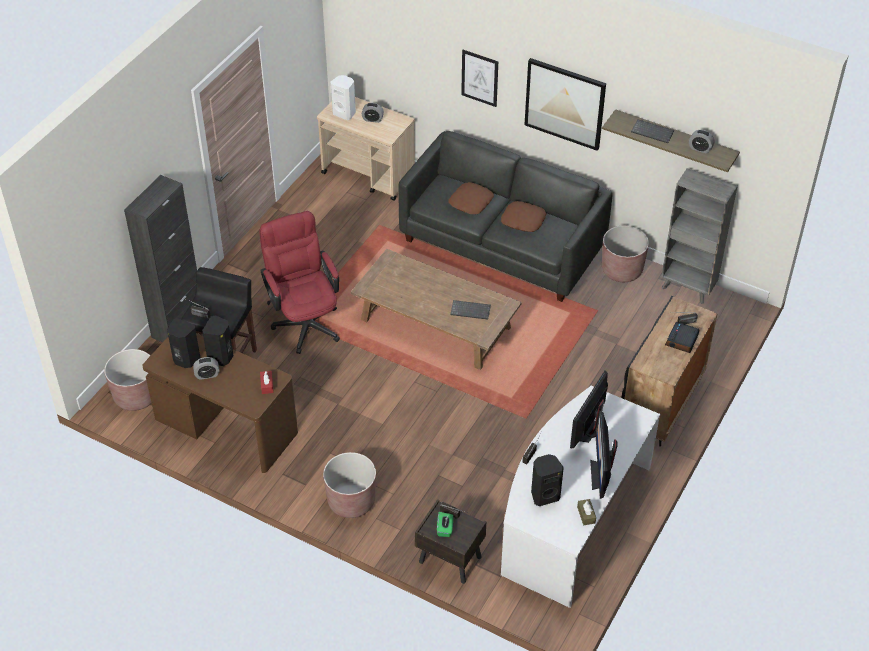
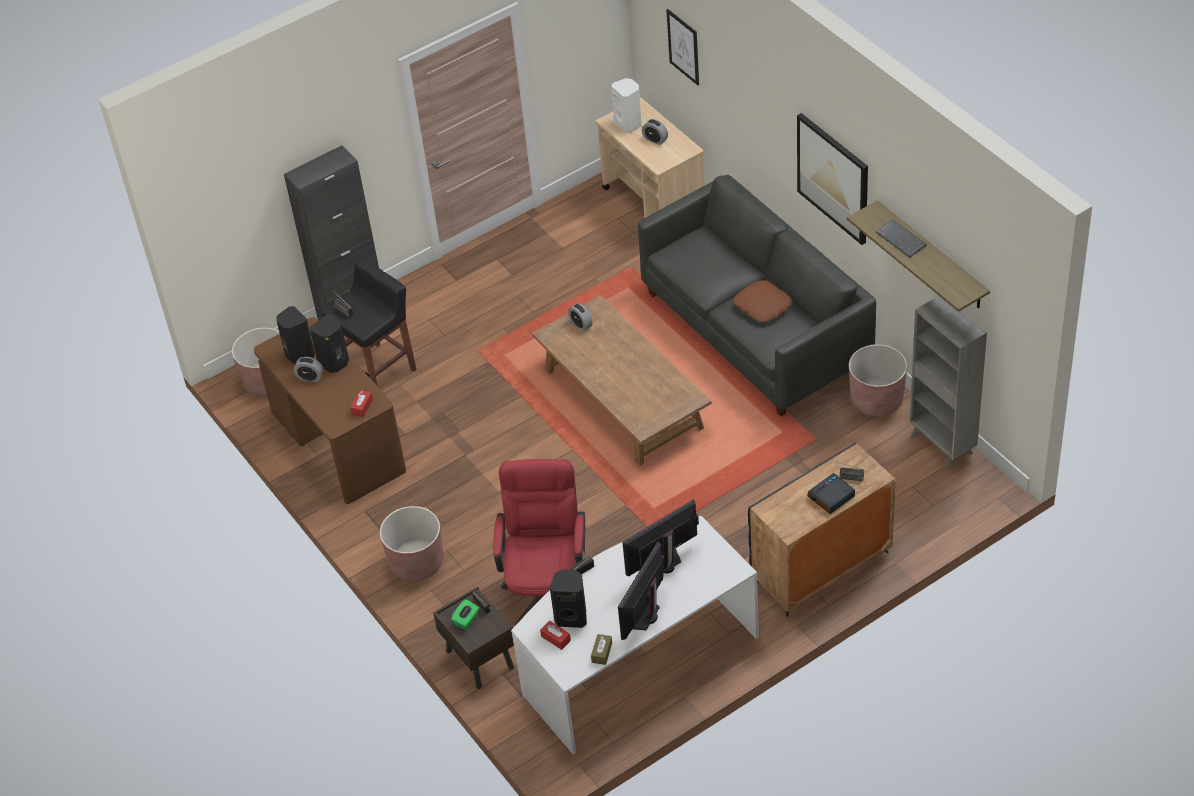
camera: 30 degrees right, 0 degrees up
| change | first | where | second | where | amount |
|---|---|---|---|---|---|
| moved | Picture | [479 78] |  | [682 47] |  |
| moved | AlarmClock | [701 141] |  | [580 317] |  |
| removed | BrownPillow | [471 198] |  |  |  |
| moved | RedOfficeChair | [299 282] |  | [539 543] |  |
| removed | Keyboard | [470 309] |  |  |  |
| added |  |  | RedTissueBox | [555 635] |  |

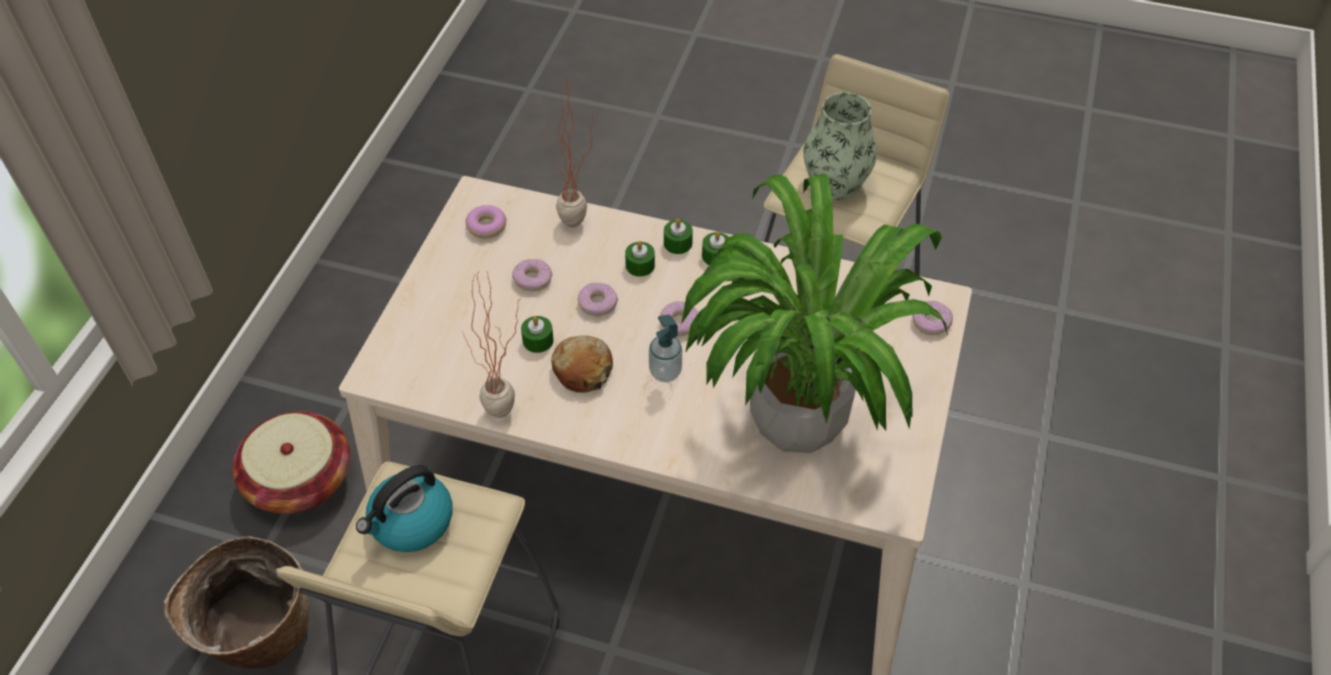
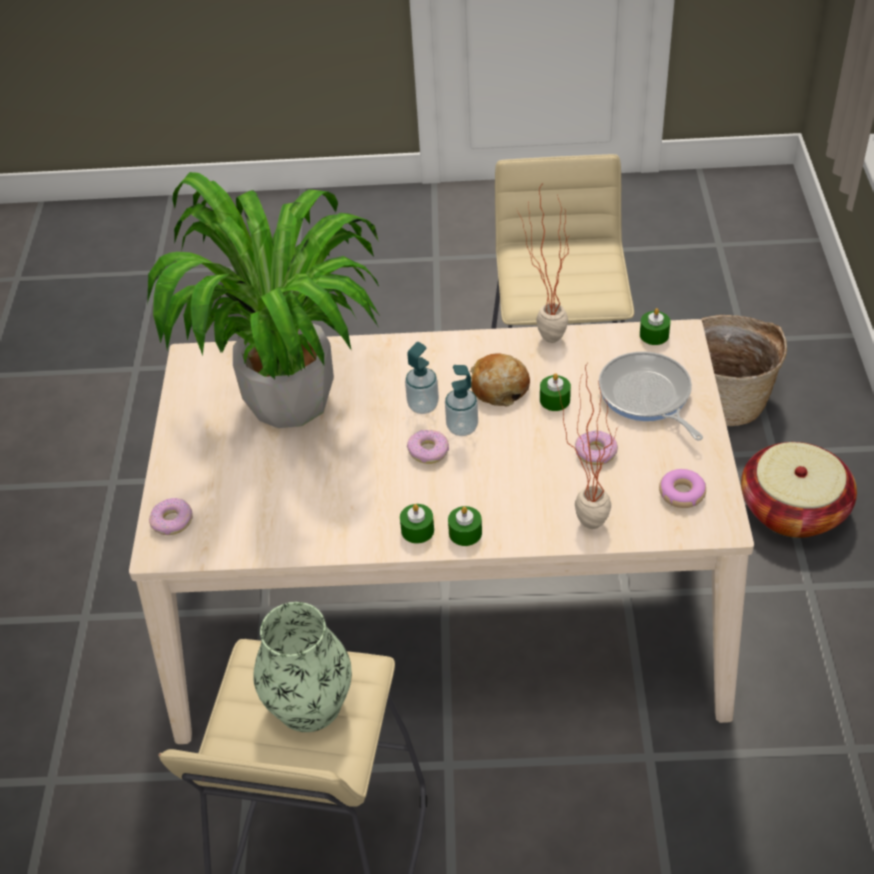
camera: 165 degrees right, 5 degrees down
| change | first | where | second | where | amount |
|---|---|---|---|---|---|
| moved | GreenCandle | [640 259] |  | [655 326] |  |
| removed | Donut | [598 299] |  |  |  |
| removed | Kettle | [404 508] |  |  |  |
| added |  |  | FryingPan | [651 396] |  |
| added |  |  | SoapDispenser | [461 400] |  |

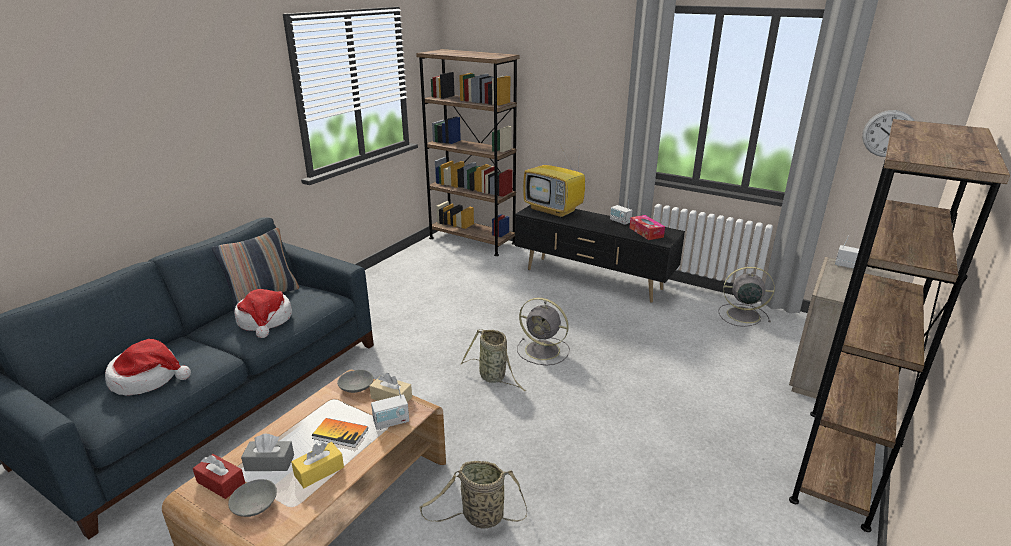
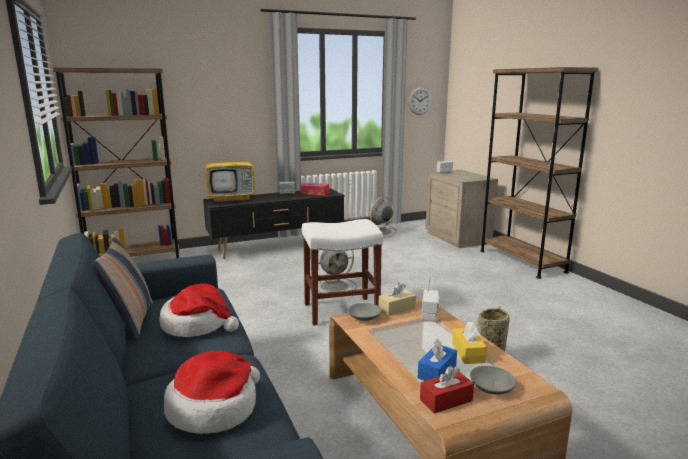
camera: 55 degrees left, 10 degrees down
| change | first | where | second | where | amount |
|---|---|---|---|---|---|
| replaced | Basket | [494 360] | WhiteStool | [342 272] |  |
| removed | Book | [339 433] |  |  |  |
| recoloured | GreyTissueBox | [267 452] | BlueTissueBox | [437 359] |  |

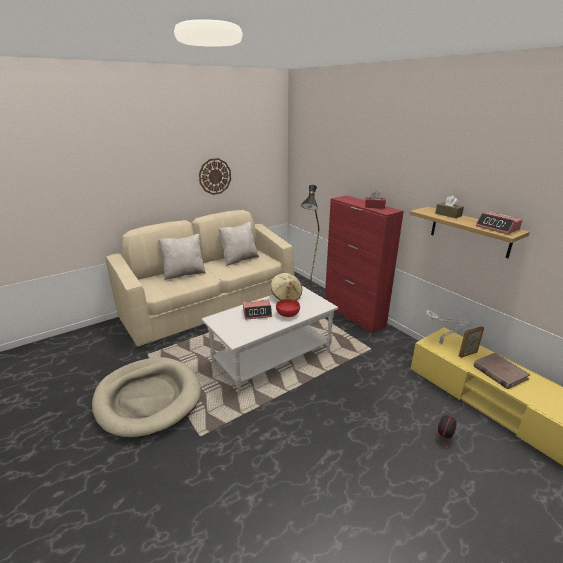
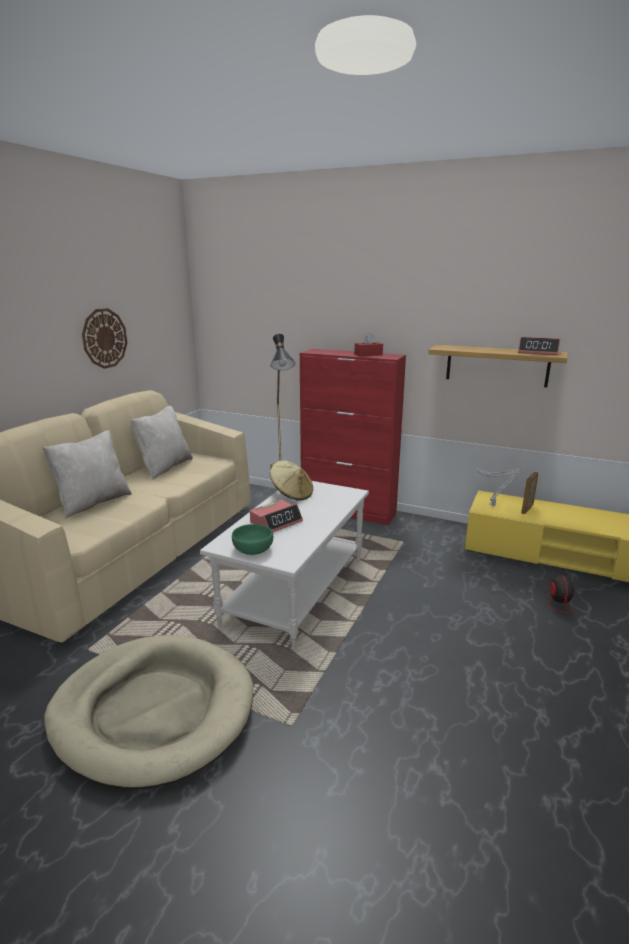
camera: 30 degrees left, 5 degrees down
| change | first | where | second | where | amount |
|---|---|---|---|---|---|
| removed | BrownTissueBox | [449 207] |  |  |  |
| removed | RedBowl | [288 308] |  |  |  |
| removed | BrownBook | [502 371] |  |  |  |
| added |  |  | GreenBowl | [252 539] |  |

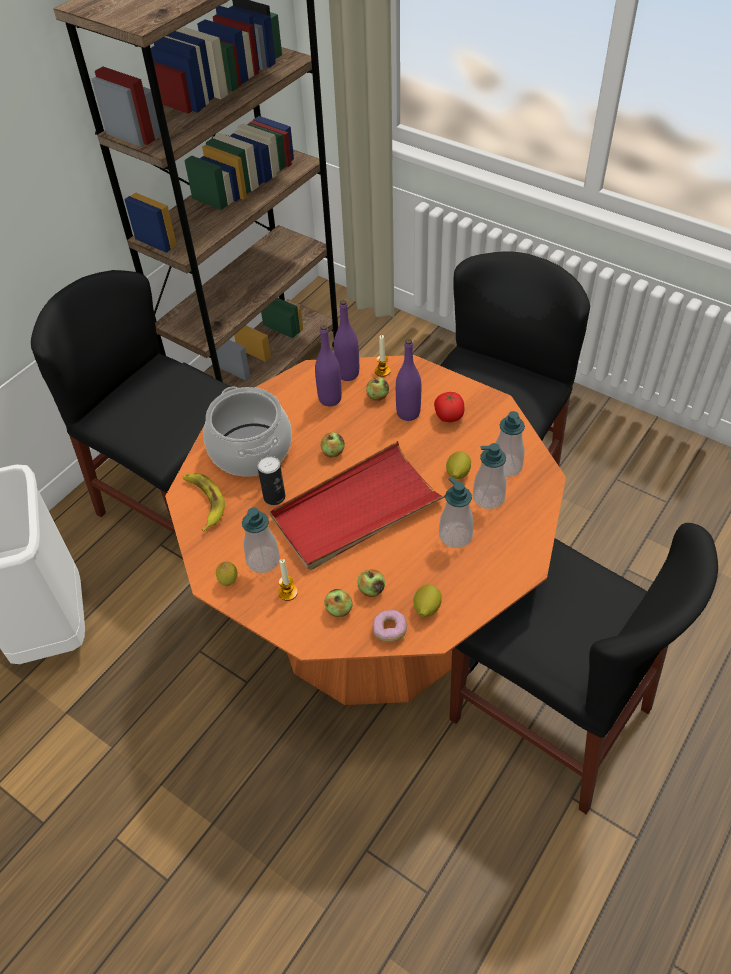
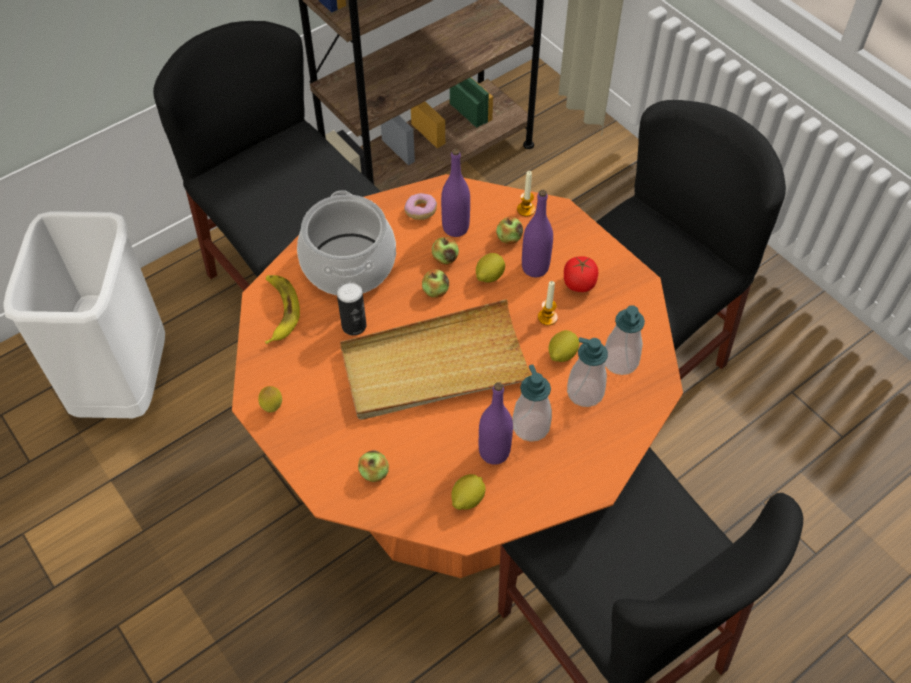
camera: 15 degrees right, 5 degrees up
| change | first | where | second | where | amount |
|---|---|---|---|---|---|
| moved | PurpleBottle | [346 340] |  | [496 423] |  |
| recoloured | RedTray | [357 505] | BeigeTray | [436 359] |  |
| removed | SoapDispenser | [261 540] |  |  |  |
| moved | Candle | [288 580] |  | [548 303] |  |
| moved | Apple | [371 583] |  | [445 251] |  |
| moved | Donut | [389 626] |  | [420 206] |  |
| added |  |  | Lemon | [490 268] |  |

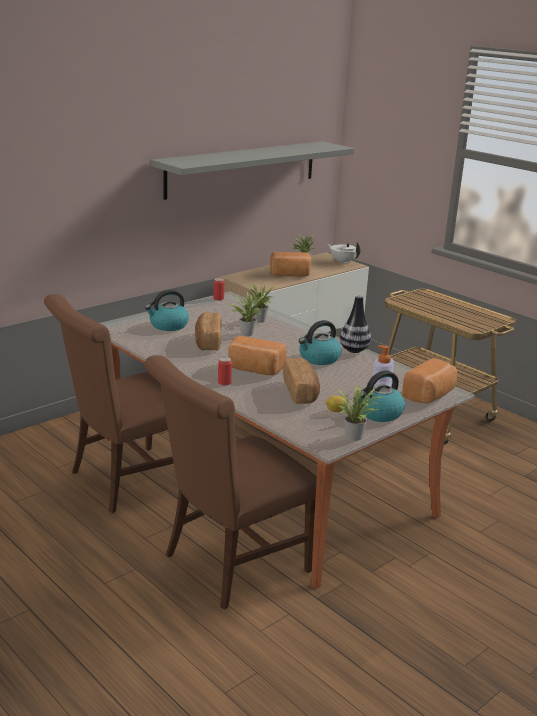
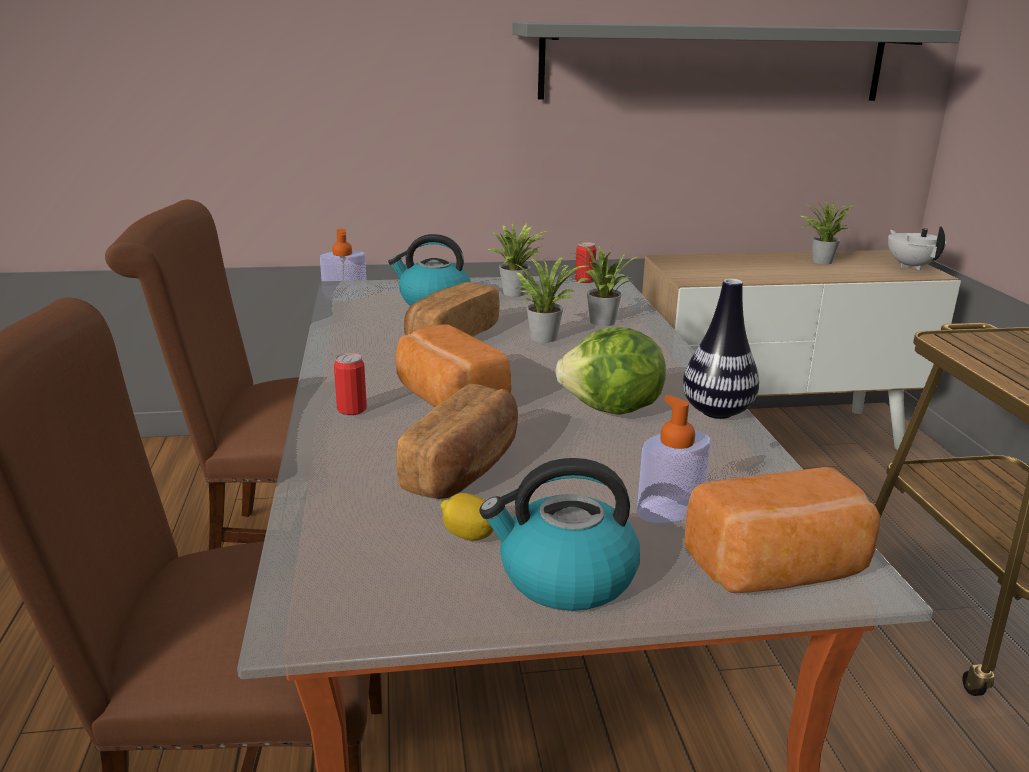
camera: 35 degrees right, 0 degrees up
| change | first | where | second | where | amount |
|---|---|---|---|---|---|
| removed | Bread | [290 264] |  |  |  |
| replaced | Kettle | [320 342] | Lettuce | [610 371] |  |
| moved | PottedPlant | [360 413] |  | [517 258] |  |
| added |  |  | SoapDispenser | [343 265] |  |

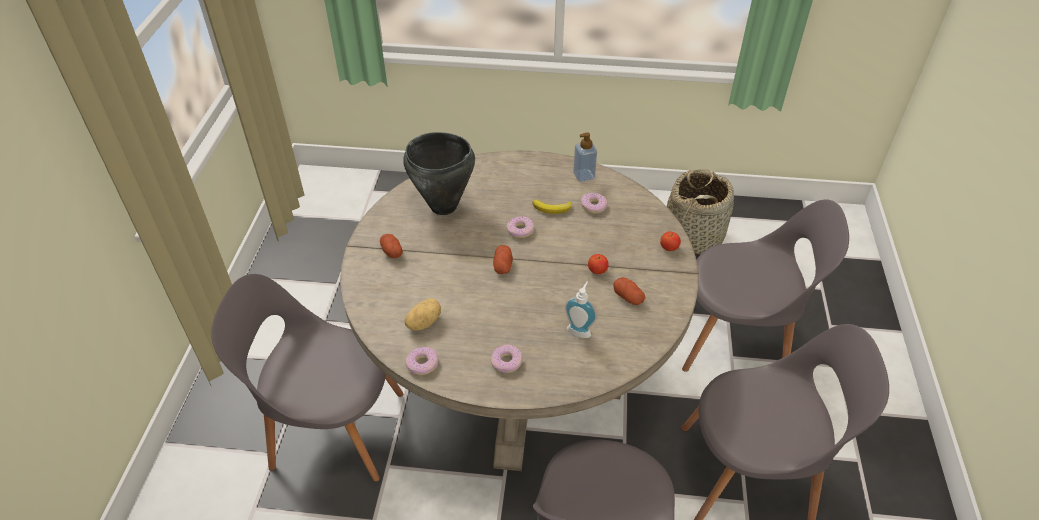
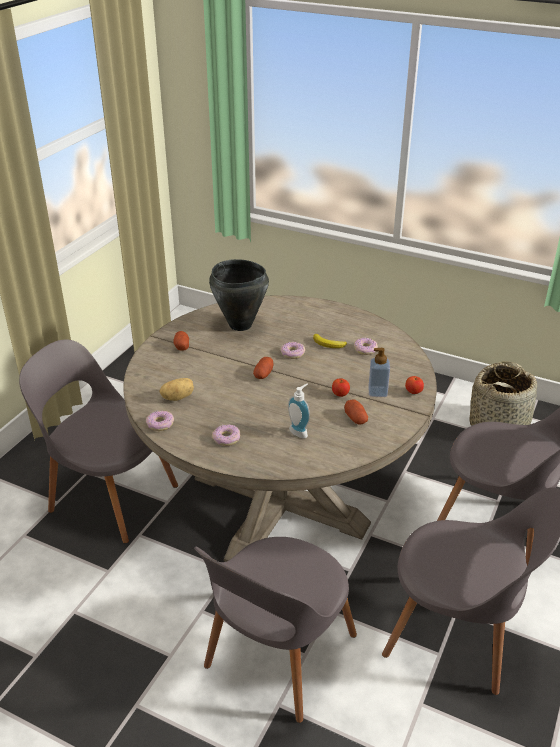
camera: 20 degrees right, 10 degrees down
| change | first | where | second | where | amount |
|---|---|---|---|---|---|
| moved | SoapDispenser | [585 157] |  | [379 372] |  |

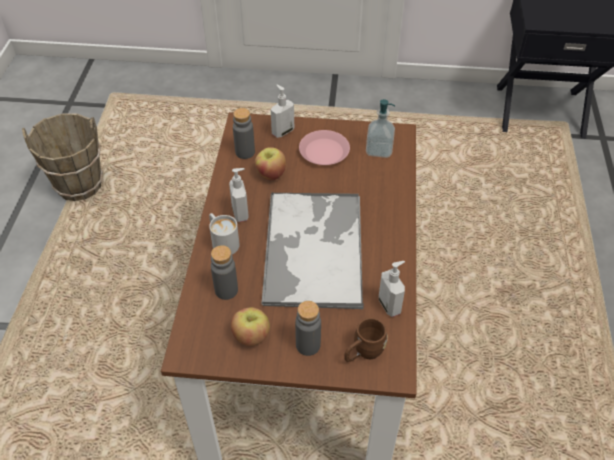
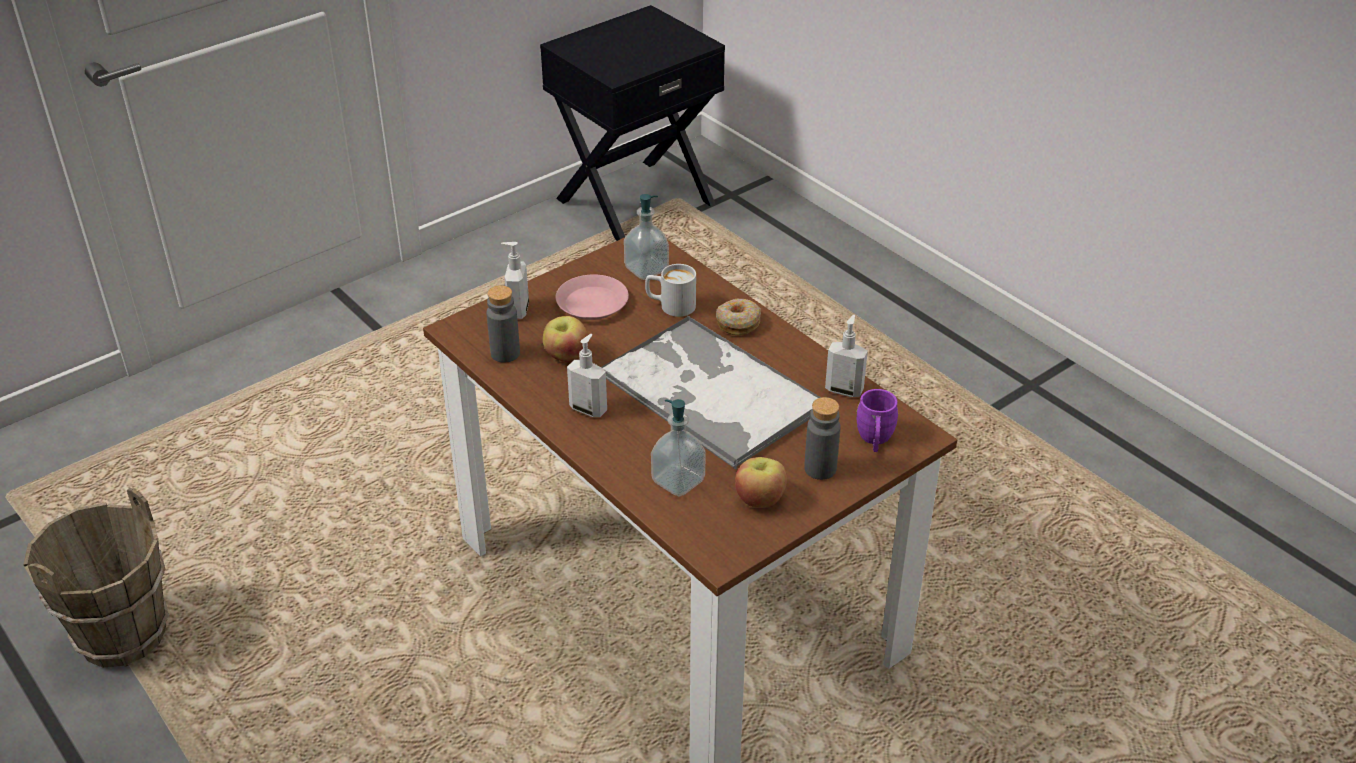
camera: 45 degrees left, 10 degrees down
| change | first | where | second | where | amount |
|---|---|---|---|---|---|
| moved | WhiteMug | [224 233] |  | [670 290] |  |
| replaced | GreyBottle | [224 272] | SoapDispenser | [678 448] |  |
| recoloured | BrownMug | [366 340] | PurpleMug | [877 420] |  |
| added |  |  | Donut | [738 317] |  |

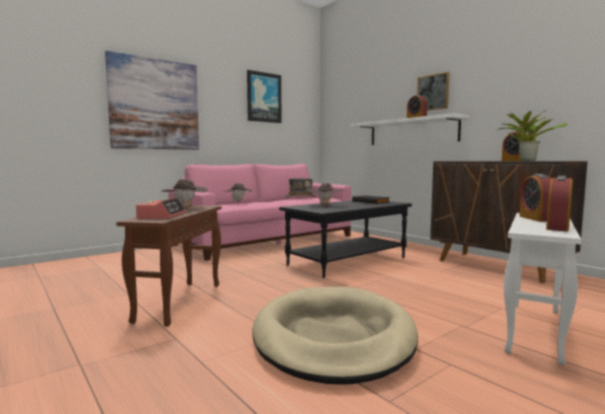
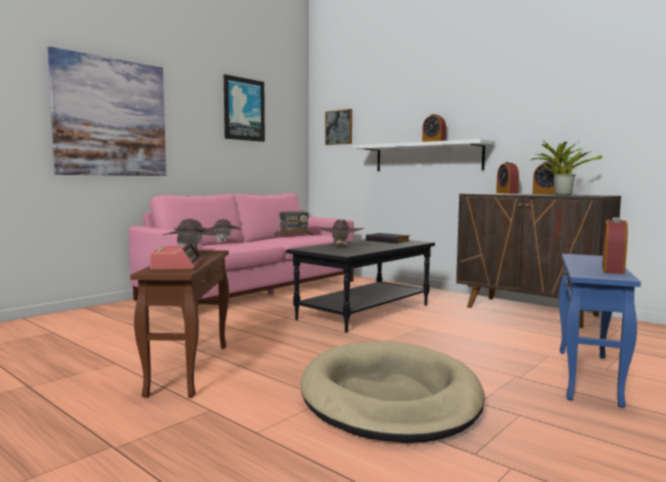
camera: 10 degrees left, 0 degrees up
| change | first | where | second | where | amount |
|---|---|---|---|---|---|
| moved | Picture | [433 91] |  | [338 127] |  |
| moved | AlarmClock | [535 198] |  | [507 178] |  |
| recoloured | WhiteSideTable | [542 289] | BlueSideTable | [600 331] |  |

